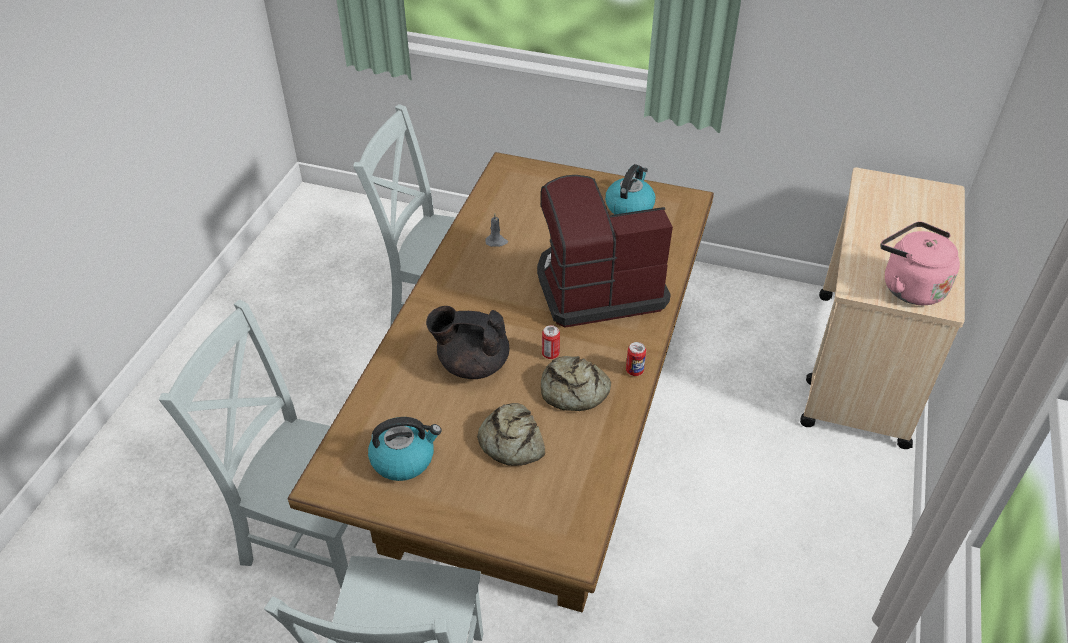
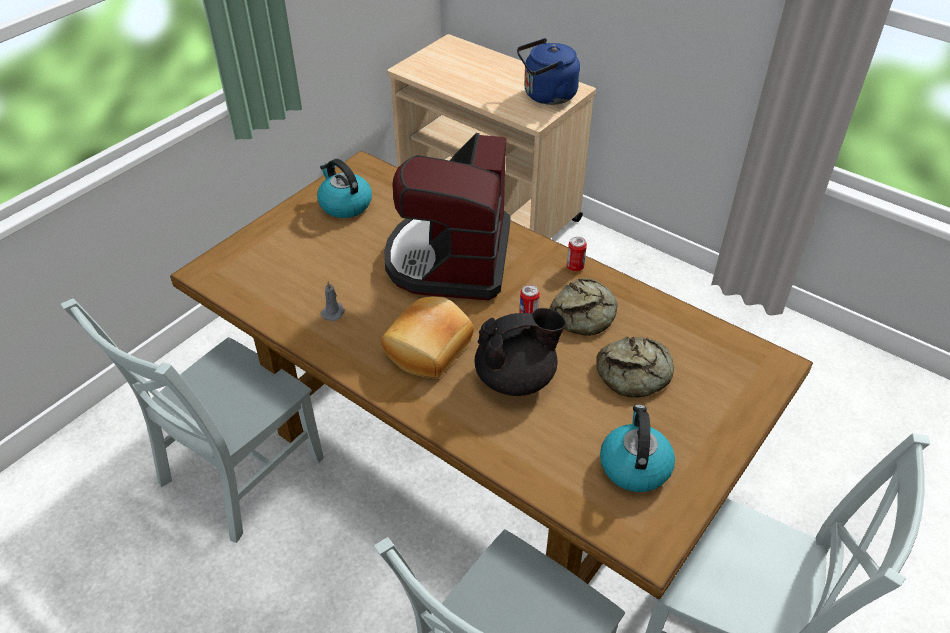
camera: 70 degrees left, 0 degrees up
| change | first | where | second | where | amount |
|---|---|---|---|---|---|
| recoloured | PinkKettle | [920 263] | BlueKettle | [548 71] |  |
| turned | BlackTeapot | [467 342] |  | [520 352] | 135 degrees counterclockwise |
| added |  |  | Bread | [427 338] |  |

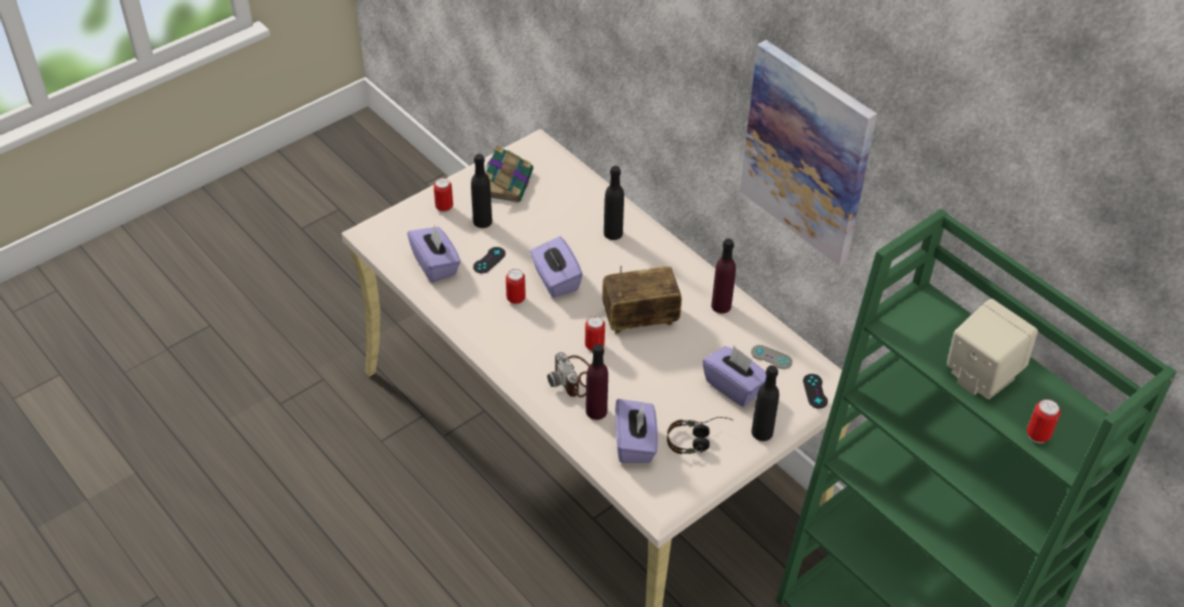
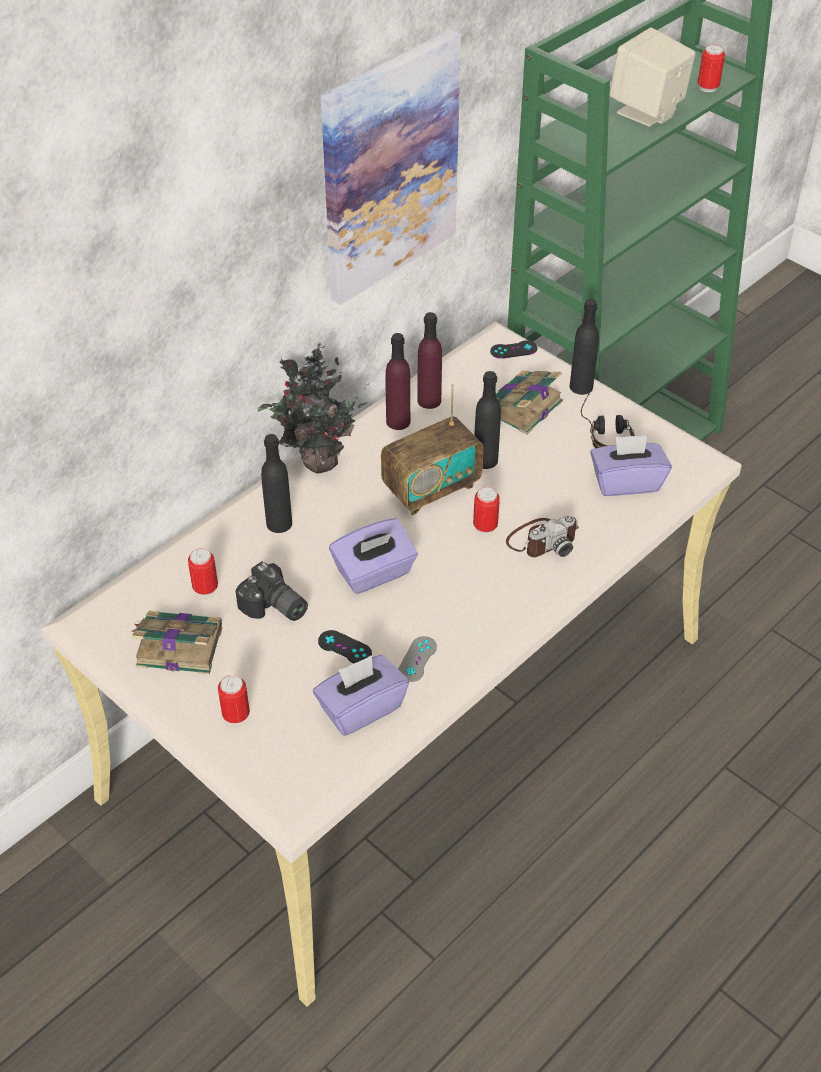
camera: 95 degrees left, 0 degrees up
| change | first | where | second | where | amount |
|---|---|---|---|---|---|
| moved | BlackBottle | [481 191] |  | [487 420] |  |
| turned | Radio | [642 299] |  | [432 449] | 105 degrees counterclockwise |
| moved | Can | [516 287] |  | [203 572] |  |
| moved | PurpleBottle | [597 382] |  | [430 360] |  |
| moved | GreyGameController | [771 357] |  | [417 659] |  |
| replaced | PurpleTissueBox | [734 376] | Book | [529 403] |  |
| added |  |  | PottedPlant | [313 408] |  |
| added |  |  | PhotoCamera | [271 591] |  |

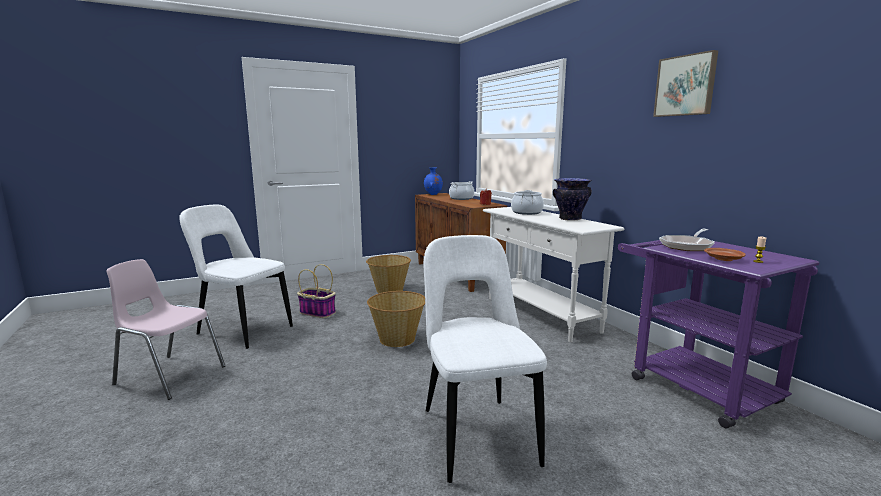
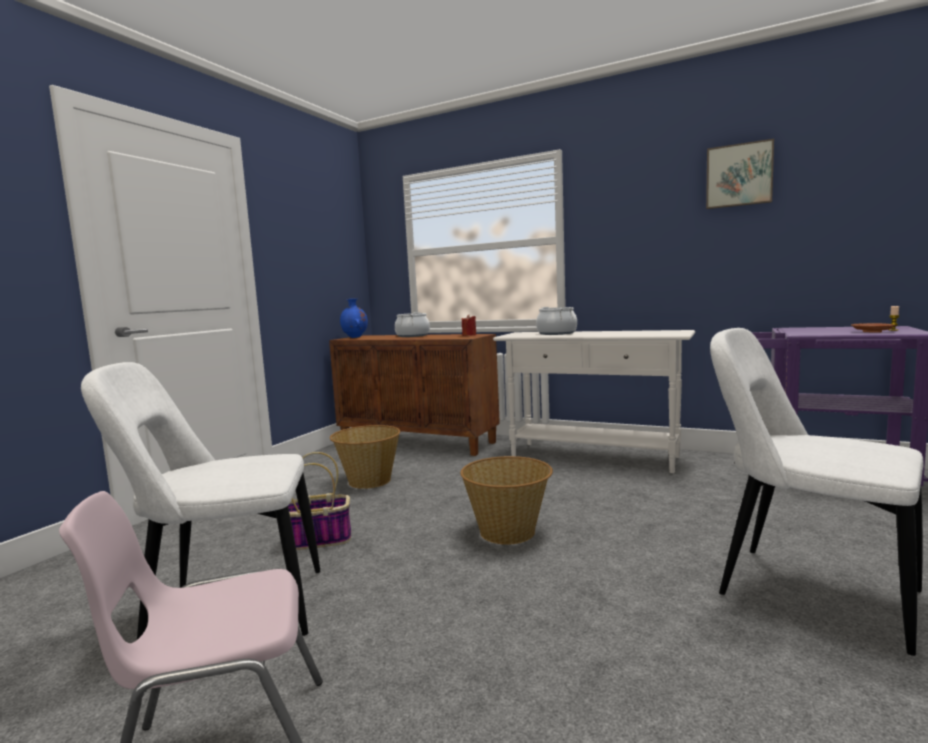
camera: 35 degrees left, 5 degrees down
| change | first | where | second | where | amount |
|---|---|---|---|---|---|
| removed | Vase | [572 199] |  |  |  |
| removed | FryingPan | [687 240] |  |  |  |

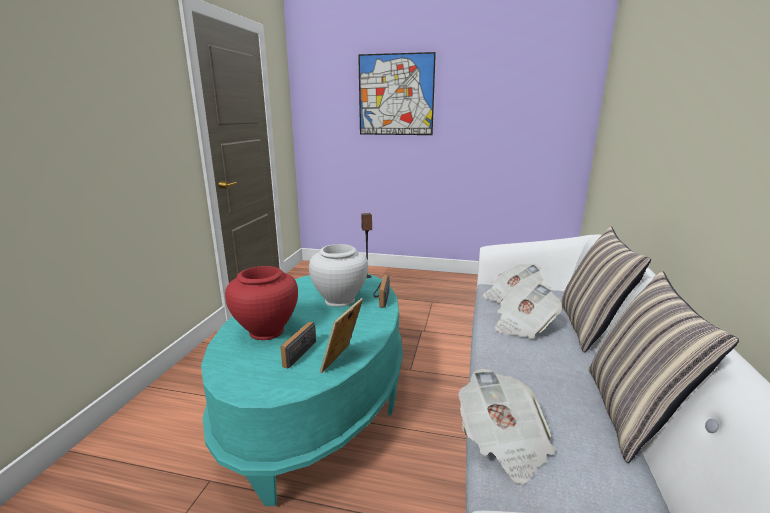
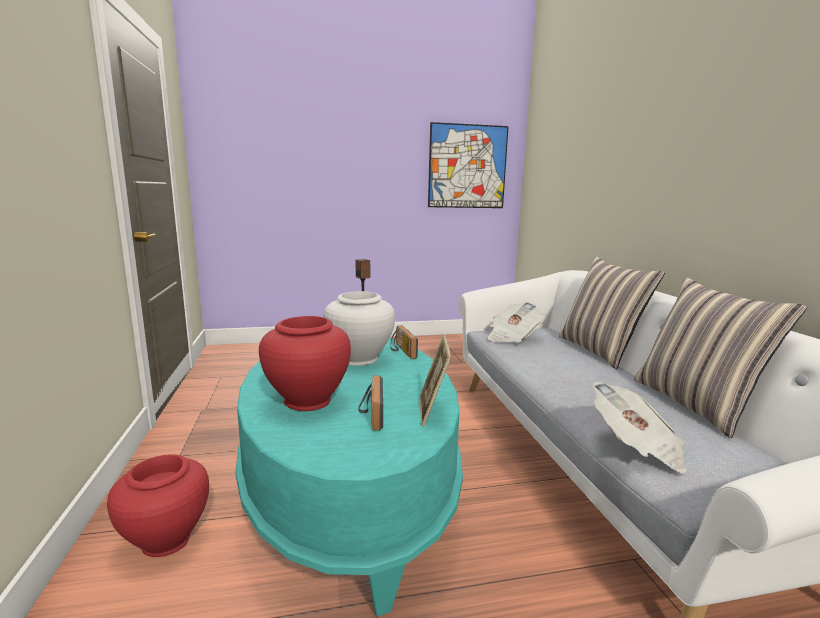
camera: 25 degrees left, 5 degrees down
| change | first | where | second | where | amount |
|---|---|---|---|---|---|
| moved | Picture | [397 93] |  | [468 165] |  |
| removed | Newspaper | [528 311] |  |  |  |
| added |  |  | RedVase | [158 505] |  |

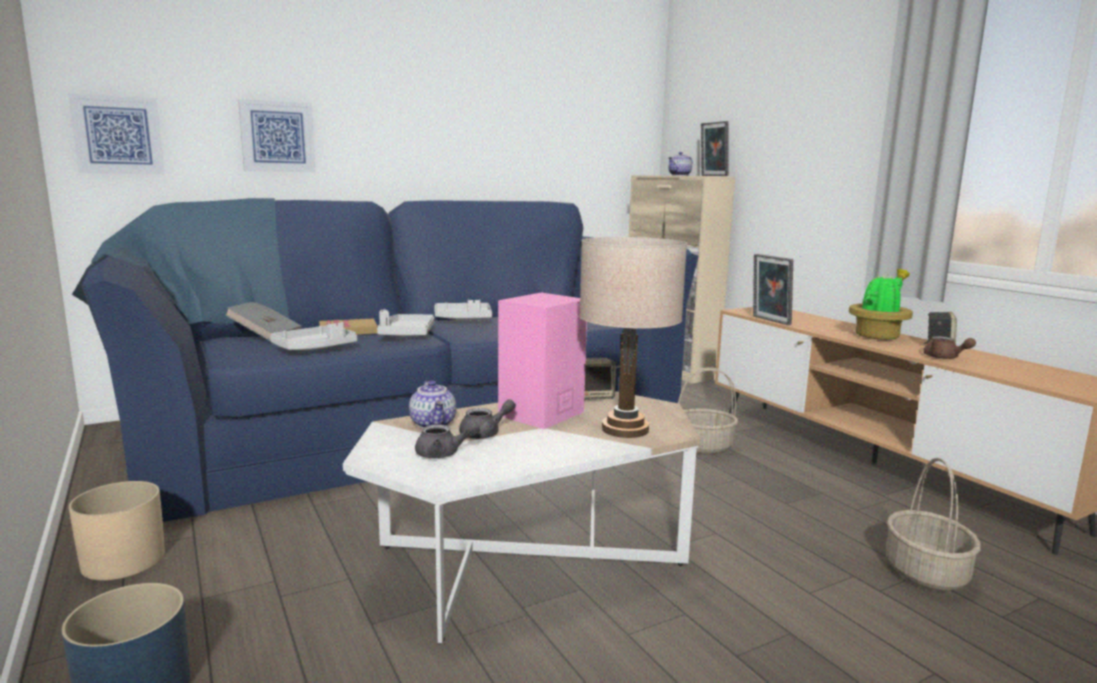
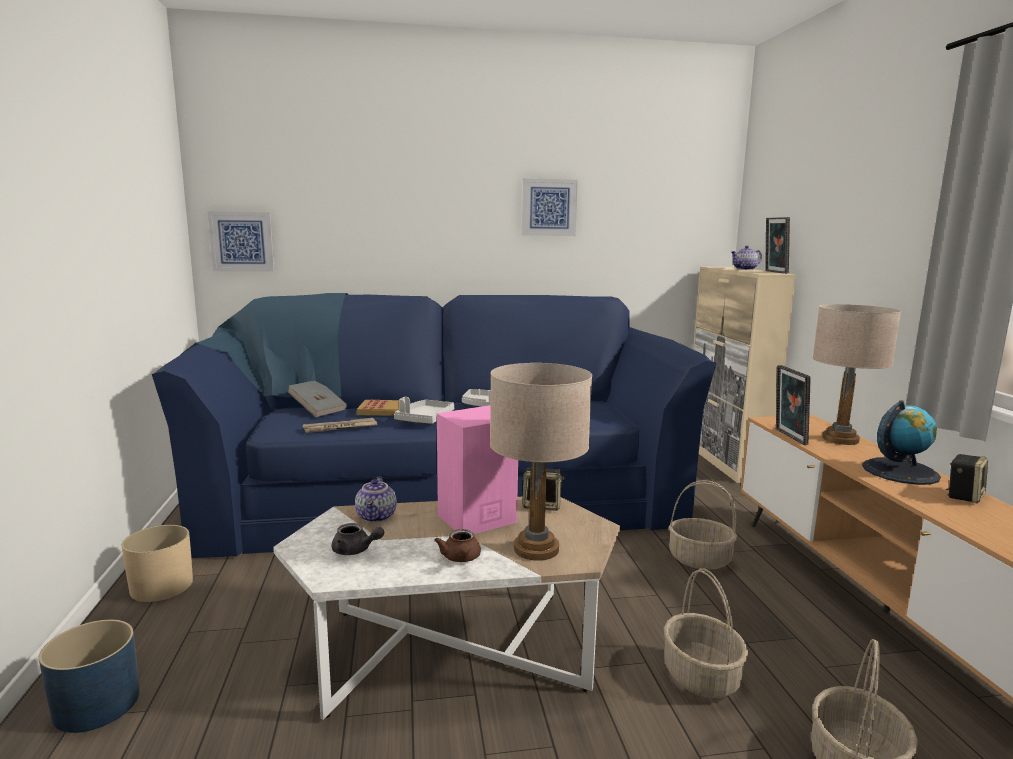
camera: 20 degrees right, 0 degrees up
| change | first | where | second | where | amount |
|---|---|---|---|---|---|
| moved | Picture | [277 135] |  | [550 207] |  |
| replaced | PottedPlant | [881 304] | Globe | [901 442] |  |
| replaced | GreyTray | [313 336] | Newspaper | [340 425] |  |
| moved | BrownTeapot | [950 347] |  | [457 545] |  |
| removed | GreyTeapot | [487 419] |  |  |  |
| added |  |  | BeigeTableLamp | [857 374] |  |
| added |  |  | Basket | [706 633] |  |

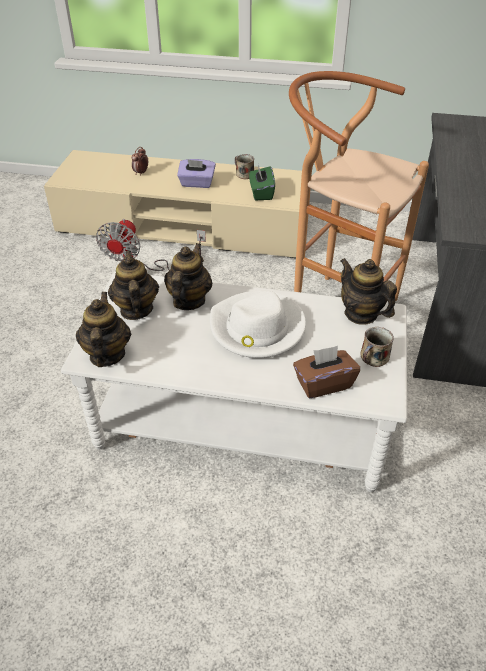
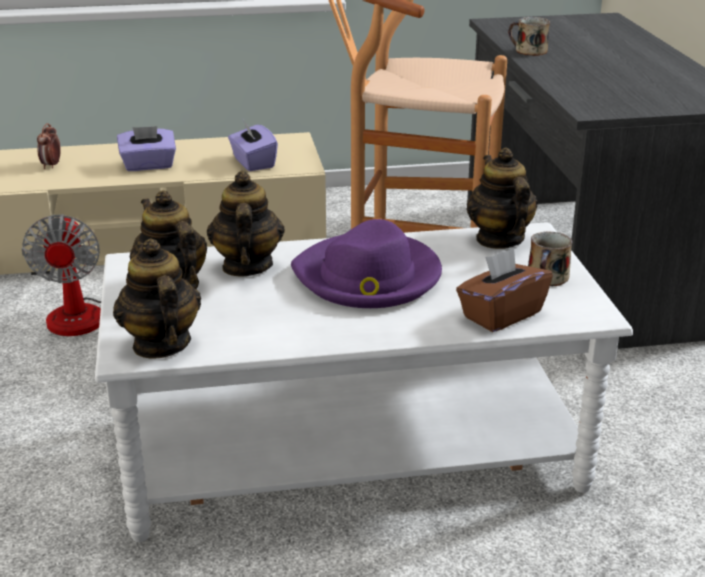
camera: 20 degrees left, 15 degrees down
| change | first | where | second | where | amount |
|---|---|---|---|---|---|
| moved | Mug | [244 166] |  | [529 36] |  |
| recoloured | GreenTissueBox | [262 182] | PurpleTissueBox | [253 145] |  |
| turned | Teapot | [368 291] |  | [502 198] | 45 degrees clockwise |
| recoloured | WhiteHat | [258 324] | PurpleHat | [366 263] |  |

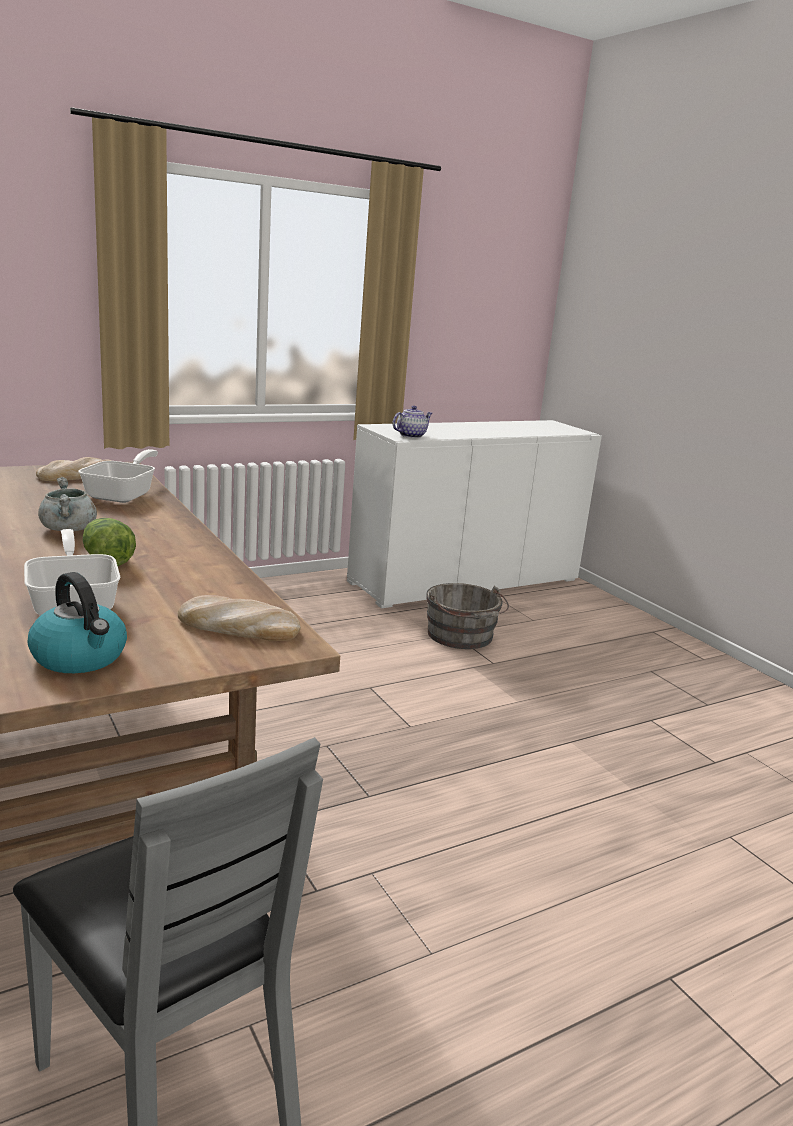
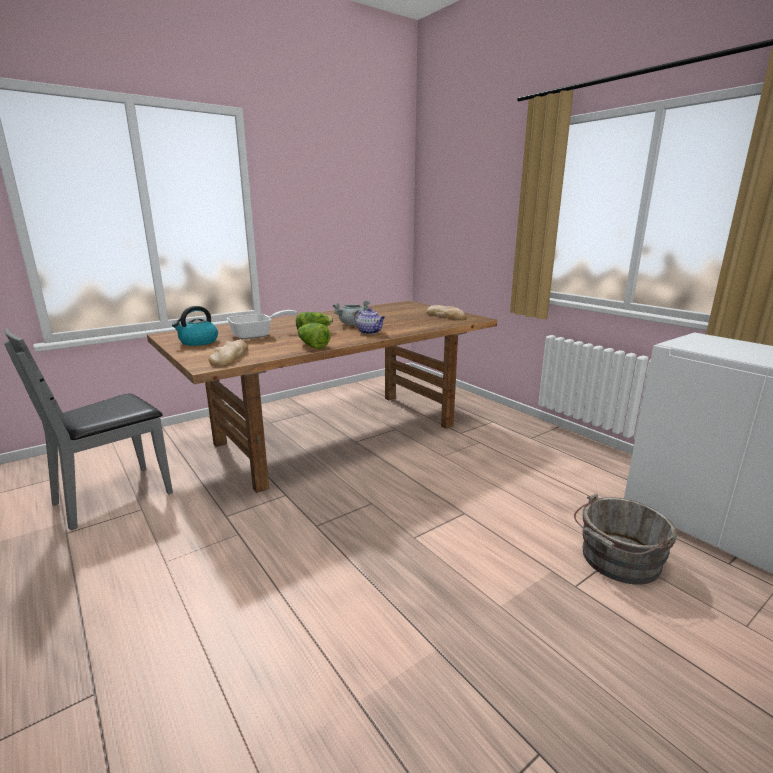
camera: 85 degrees right, 0 degrees up
| change | first | where | second | where | amount |
|---|---|---|---|---|---|
| moved | Teapot | [412 422] |  | [369 321] |  |
| removed | FryingPan | [118 476] |  |  |  |
| added |  |  | Lettuce | [314 336] |  |

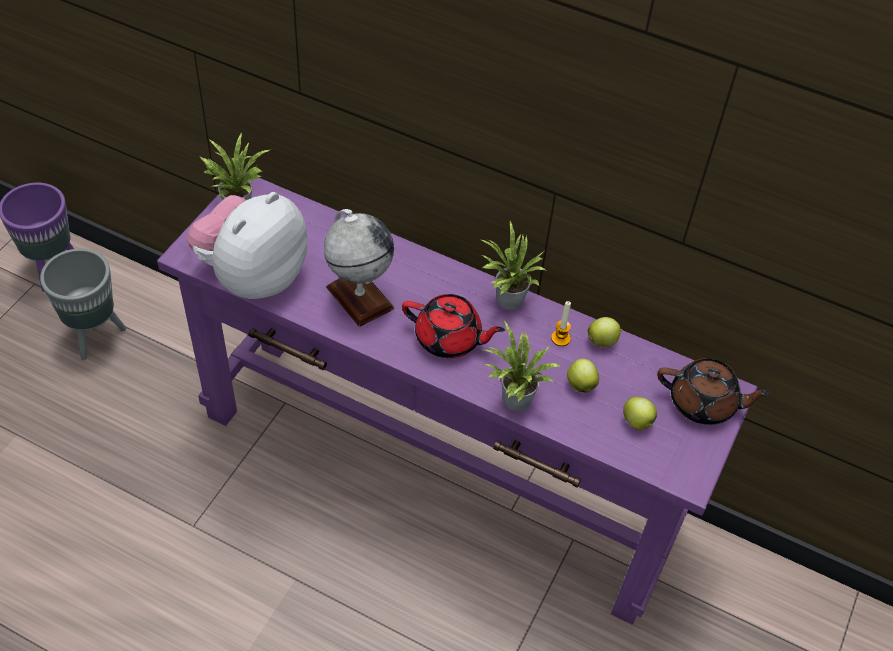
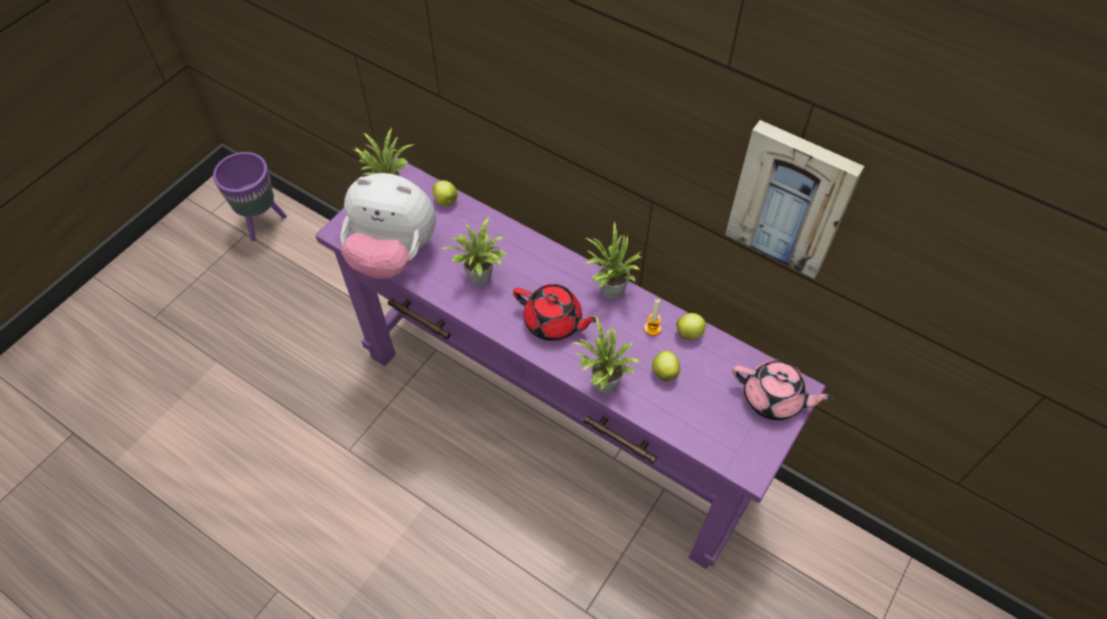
camera: 10 degrees right, 5 degrees up
| change | first | where | second | where | amount |
|---|---|---|---|---|---|
| turned | PlushToy | [246 245] |  | [388 226] | 120 degrees counterclockwise |
| replaced | Globe | [359 268] | PottedPlant | [474 251] |  |
| removed | GreyPlanter | [83 304] |  |  |  |
| recoloured | BrownTeapot | [714 391] | PinkTeapot | [783 390] |  |
| moved | Apple | [640 413] |  | [445 193] |  |
| added |  |  | Picture | [794 199] |  |

